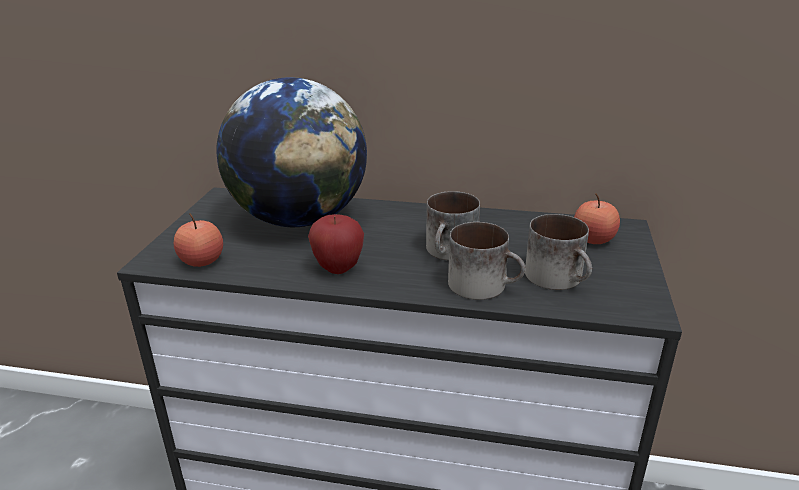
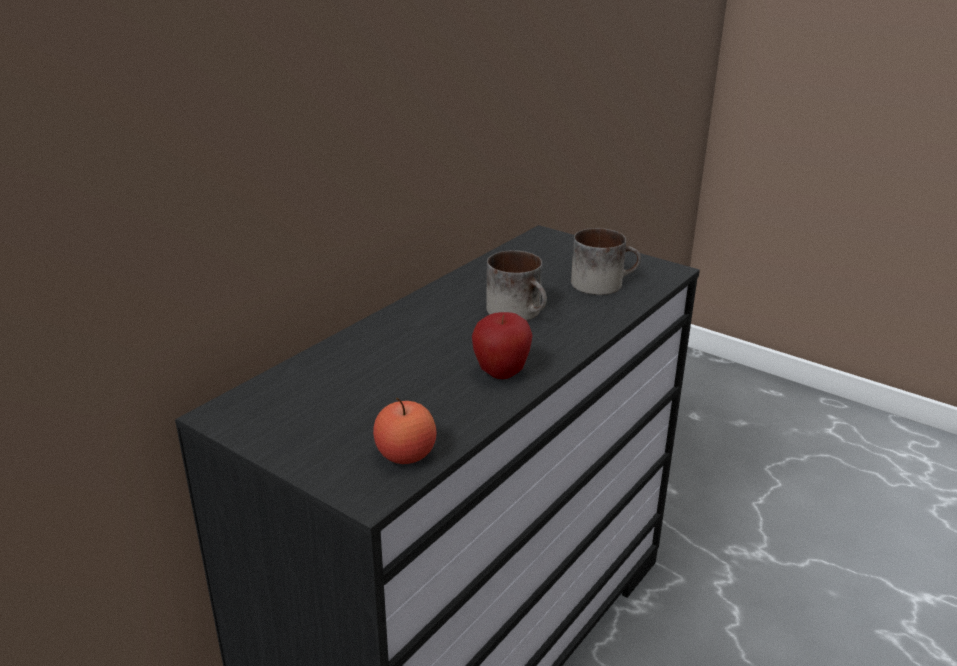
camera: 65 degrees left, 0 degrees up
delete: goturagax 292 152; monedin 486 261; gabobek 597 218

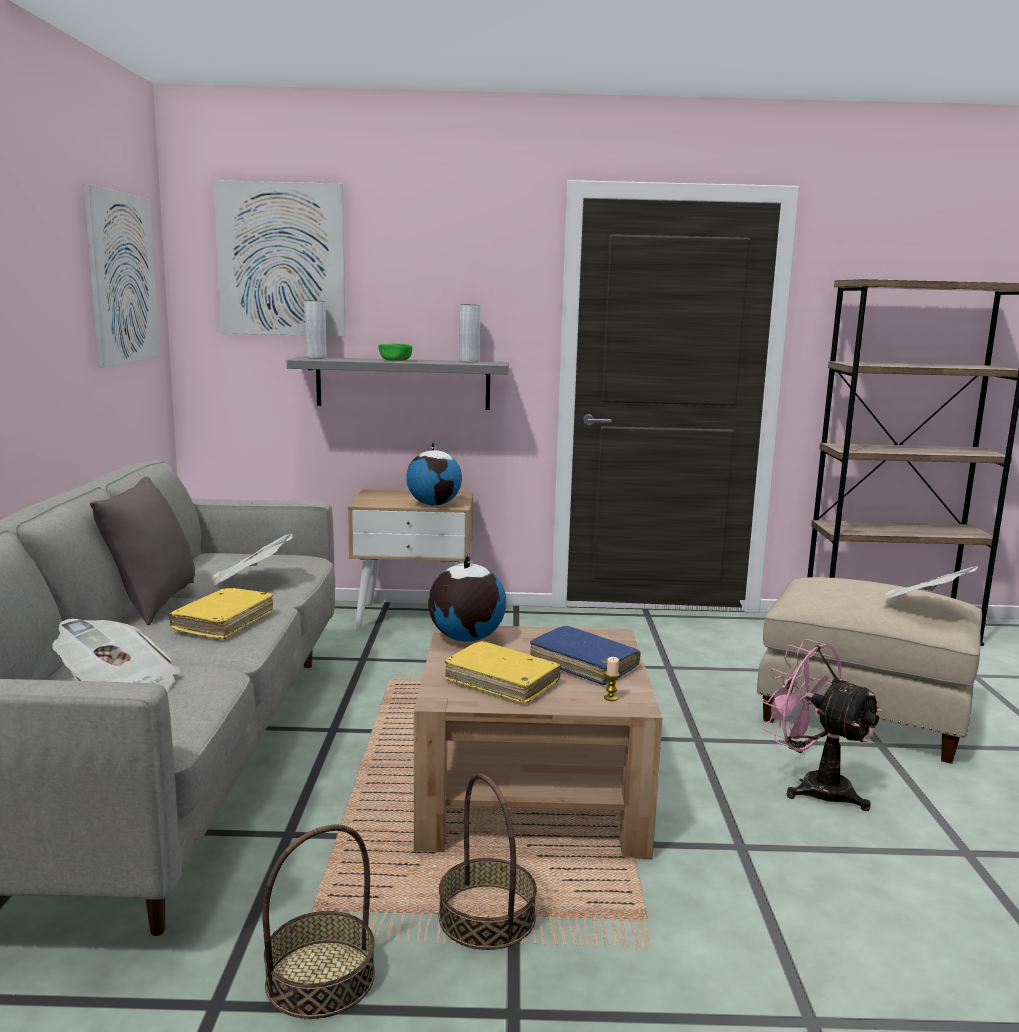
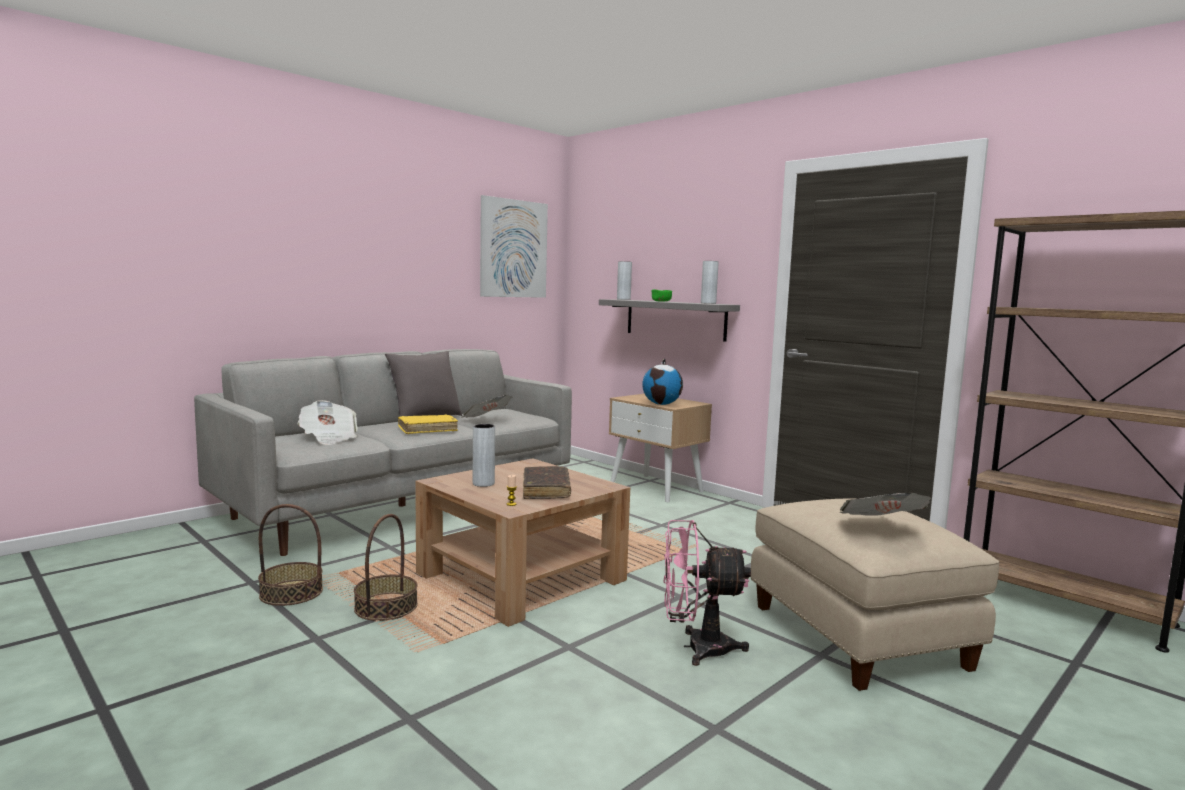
camera: 45 degrees right, 5 degrees down
delete: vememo 279 258; goturagax 467 598
replace: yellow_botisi 502 672 to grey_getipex 484 455
recolor: blue_botisi 585 655 to brown_botisi 547 482
rotate: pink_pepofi 822 725 = 707 593 90 degrees counterclockwise

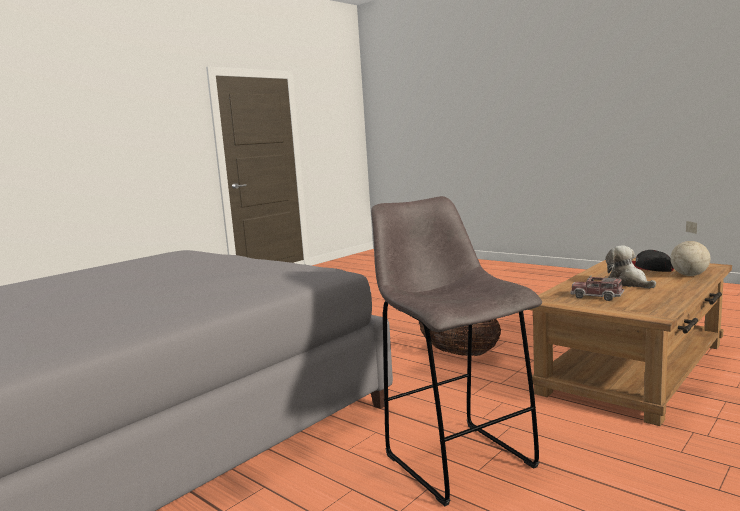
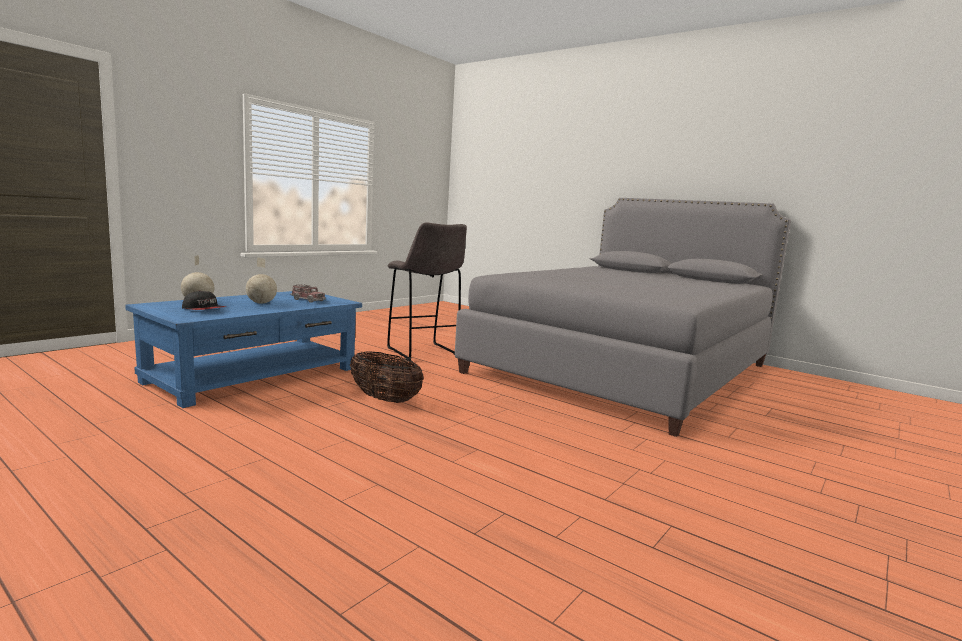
camera: 175 degrees right, 0 degrees up
replace: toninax 630 266 to goturagax 261 280
recolor: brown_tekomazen 630 341 to blue_tekomazen 243 349

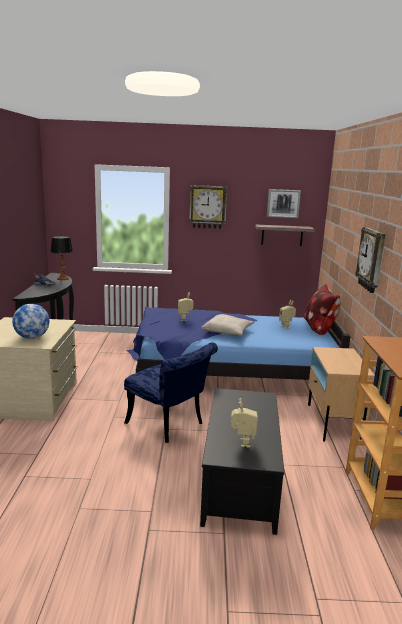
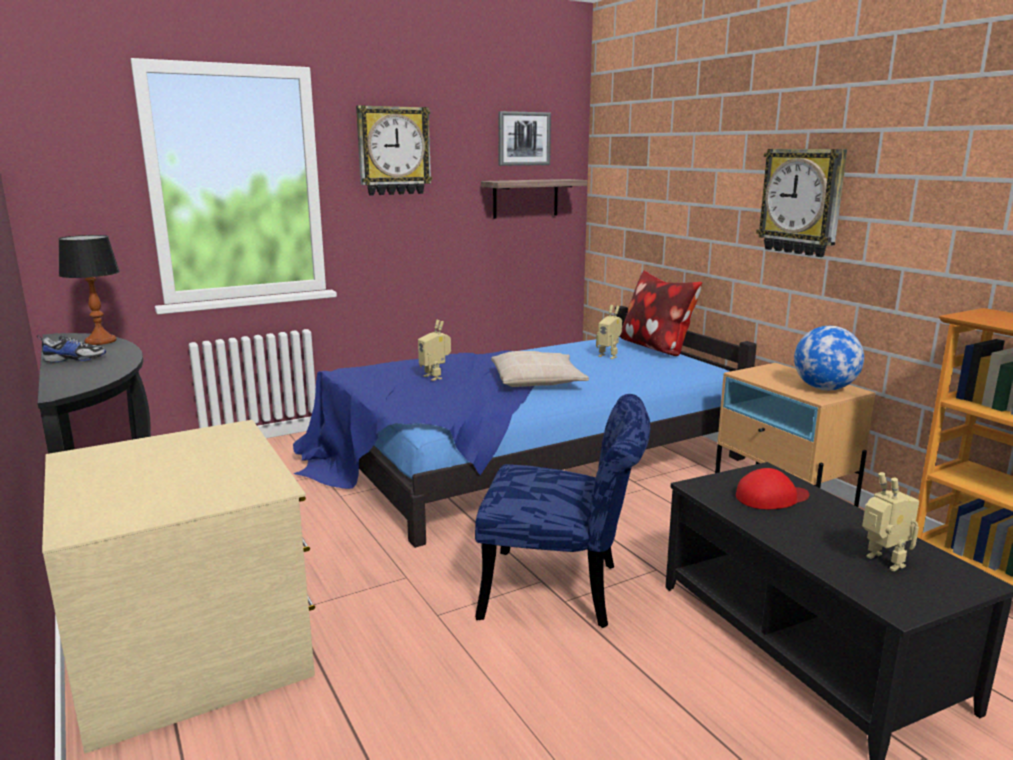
camera: 30 degrees left, 0 degrees up
insert: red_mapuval 772 488
move: goturagax 30 321 to 829 358

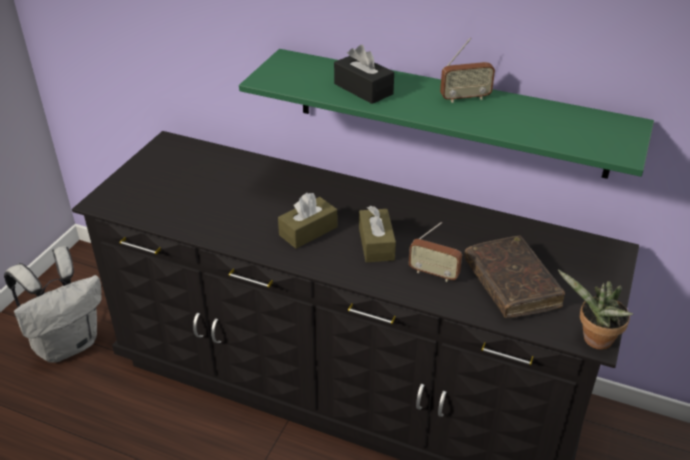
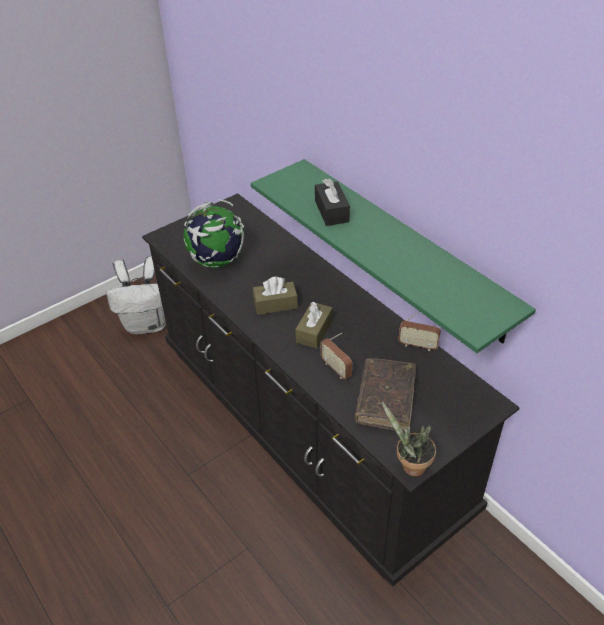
camera: 30 degrees right, 5 degrees up
insert: goturagax 214 233
move: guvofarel 467 70 to 420 331

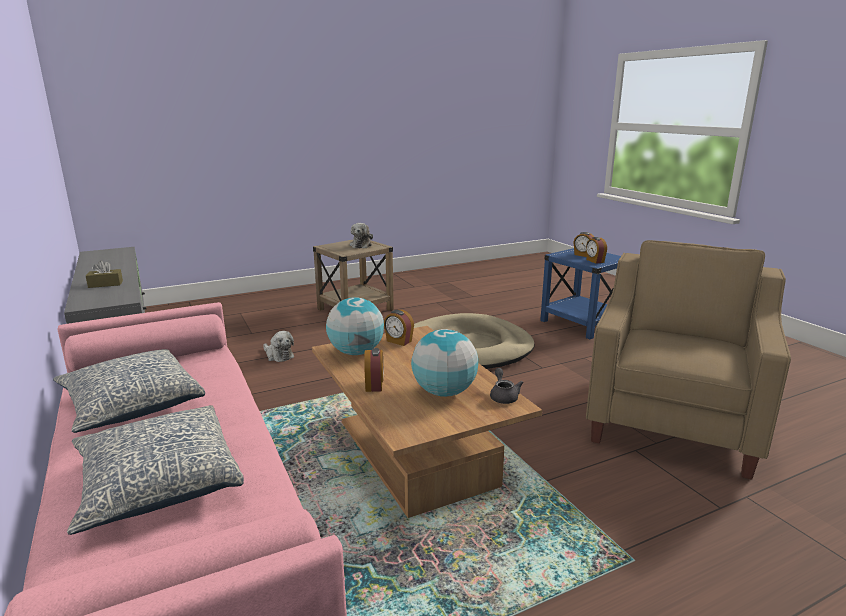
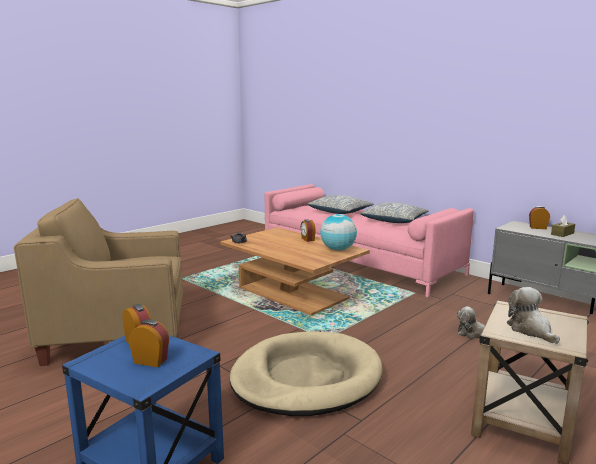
camera: 160 degrees right, 5 degrees down
delete: goturagax 444 363
move: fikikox 399 328 to 539 217
rotate: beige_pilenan 688 360 = 98 282 75 degrees clockwise

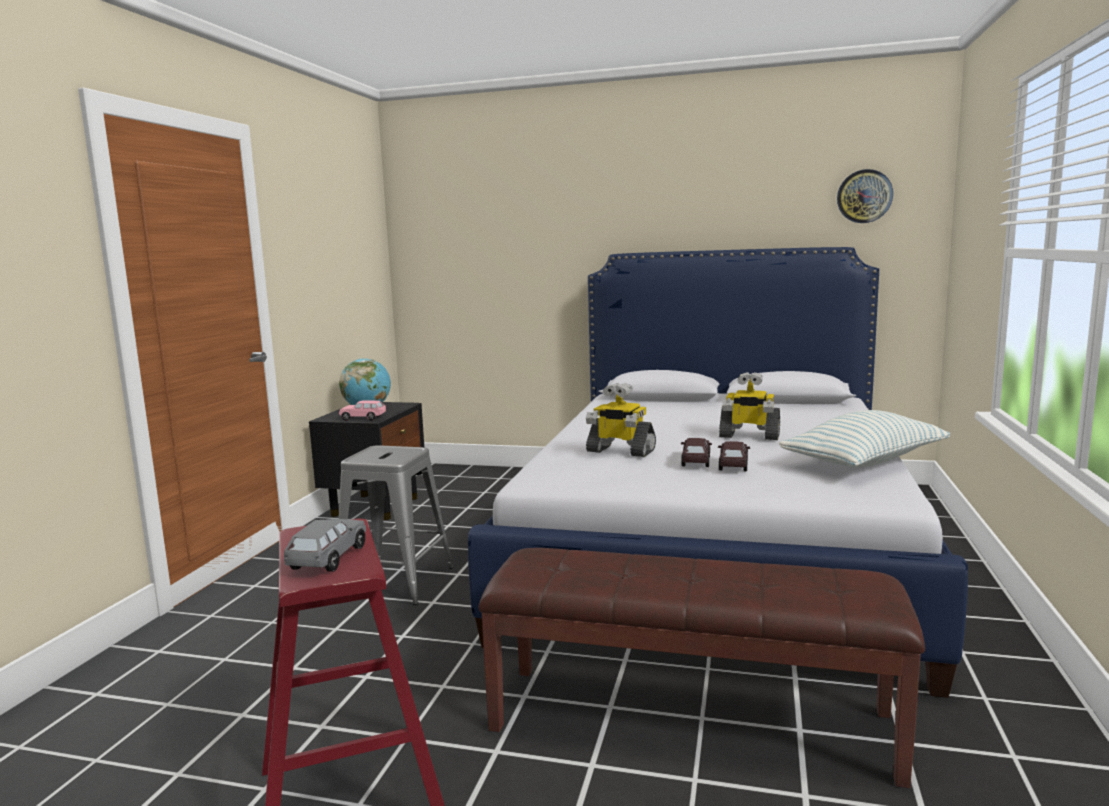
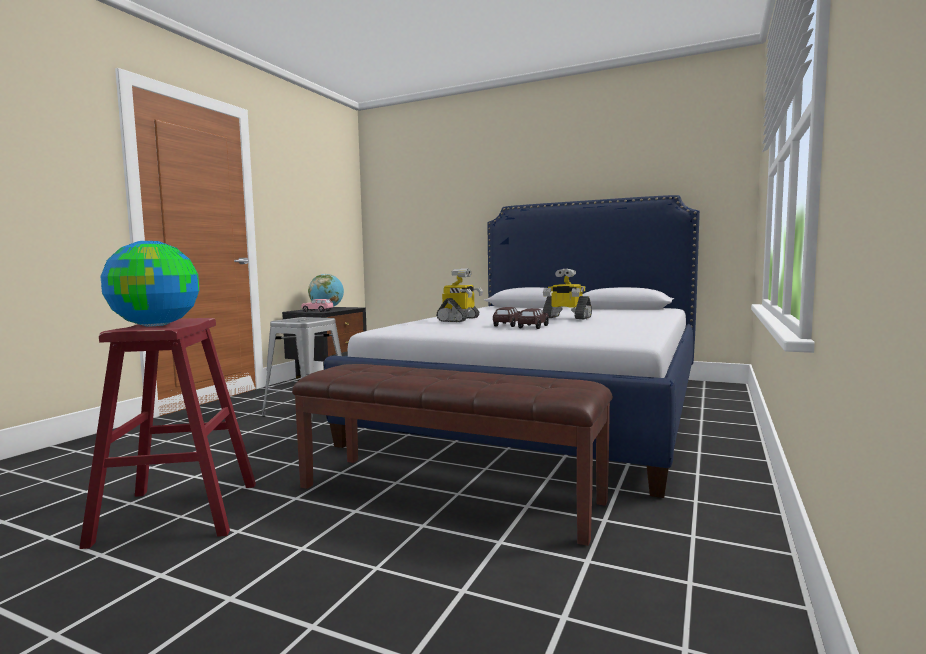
camera: 10 degrees right, 5 degrees down
delete: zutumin 864 438; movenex 865 196
replace: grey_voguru 325 545 to goturagax 149 283
rotate: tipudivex 621 420 = 459 295 105 degrees counterclockwise

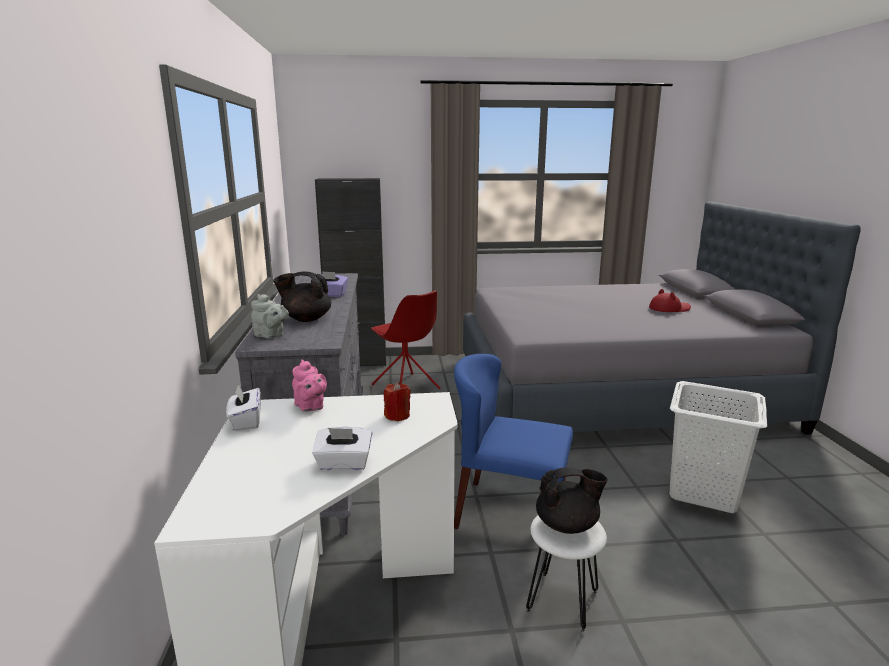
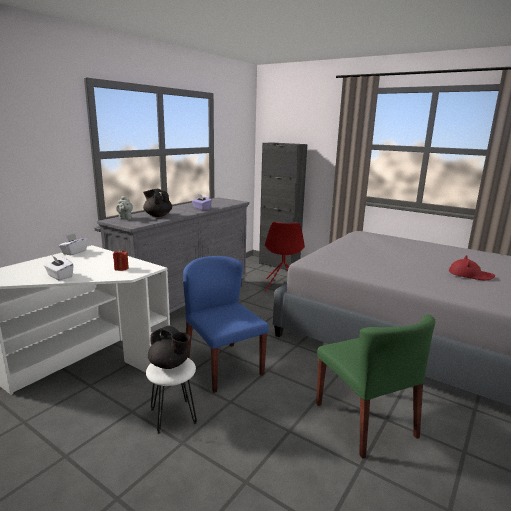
camera: 40 degrees right, 0 degrees up
delete: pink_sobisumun 309 385
replace: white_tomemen 718 447 to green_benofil 375 387

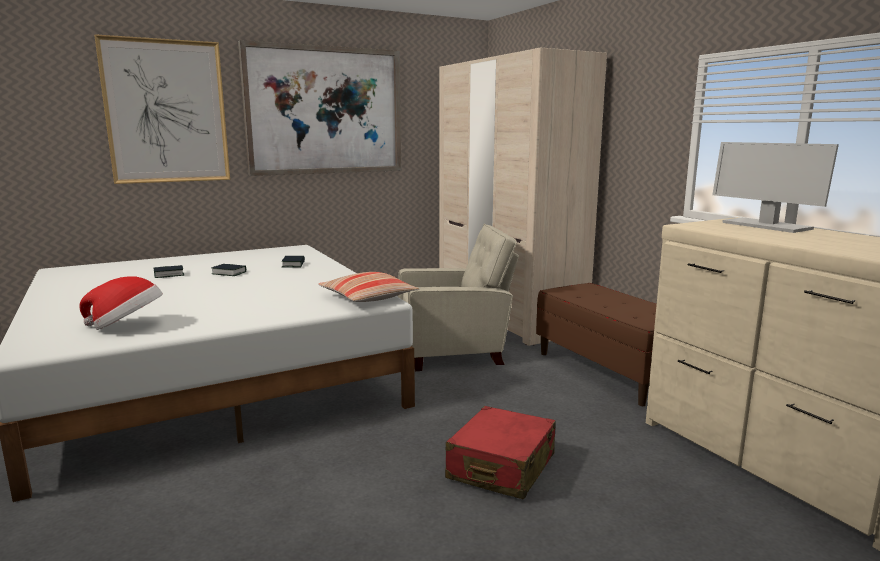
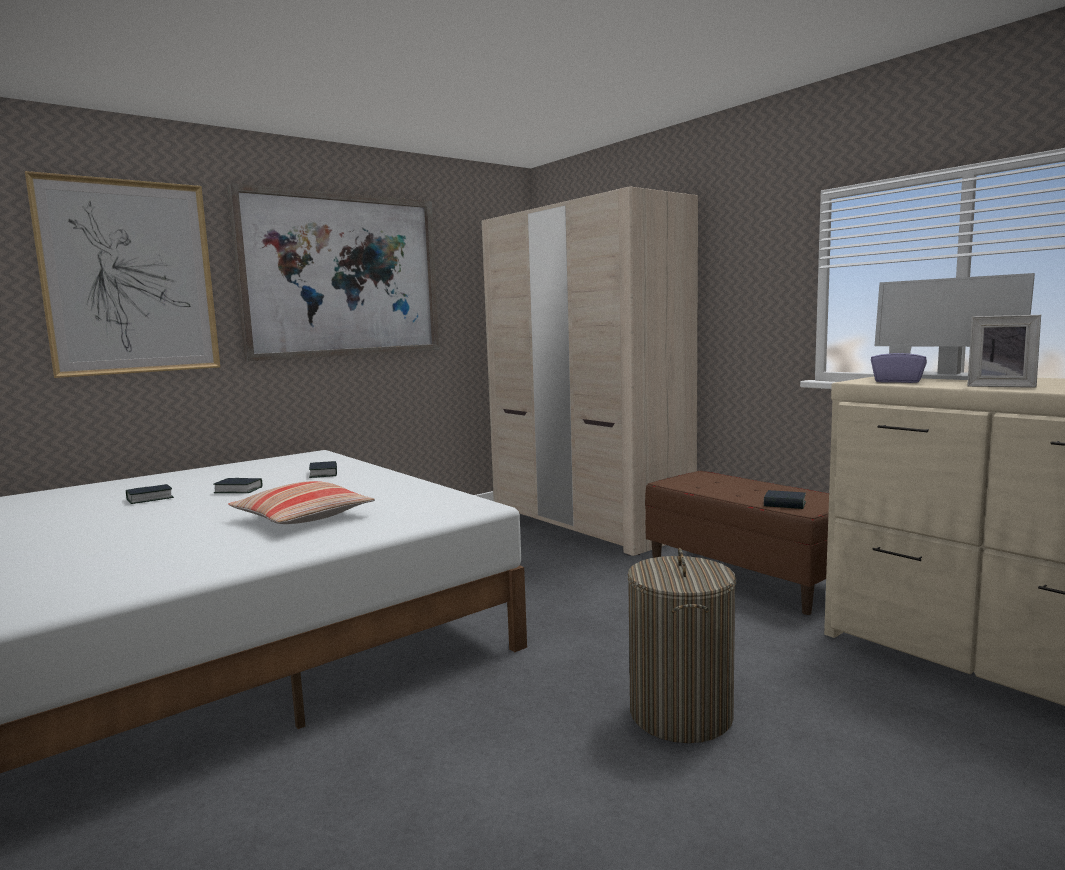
camera: 10 degrees left, 5 degrees down
delete: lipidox 121 303; beige_pilenan 458 297
insert: botisi 785 499; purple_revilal 899 363; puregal 1004 351
move: zutumin 369 287 to 301 502
replace: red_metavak 500 452 to tomemen 682 645

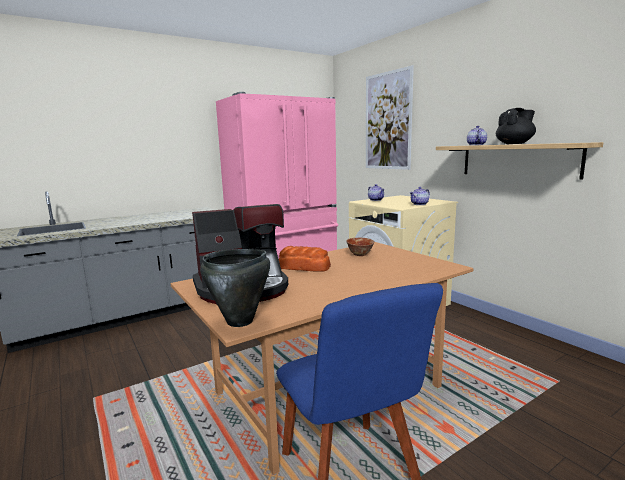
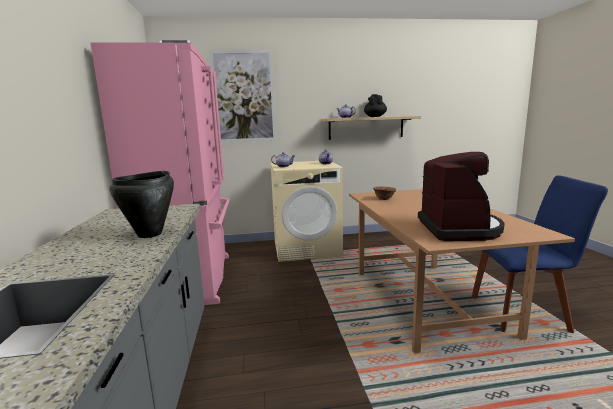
camera: 65 degrees left, 0 degrees up
delete: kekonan 305 259
move: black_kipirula 235 288 to 142 204

